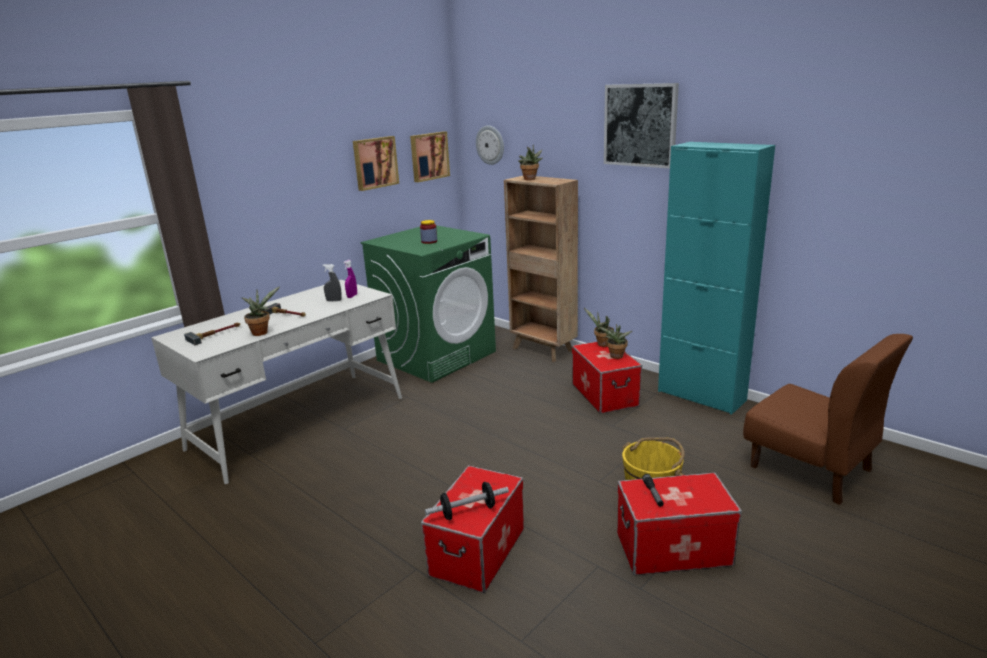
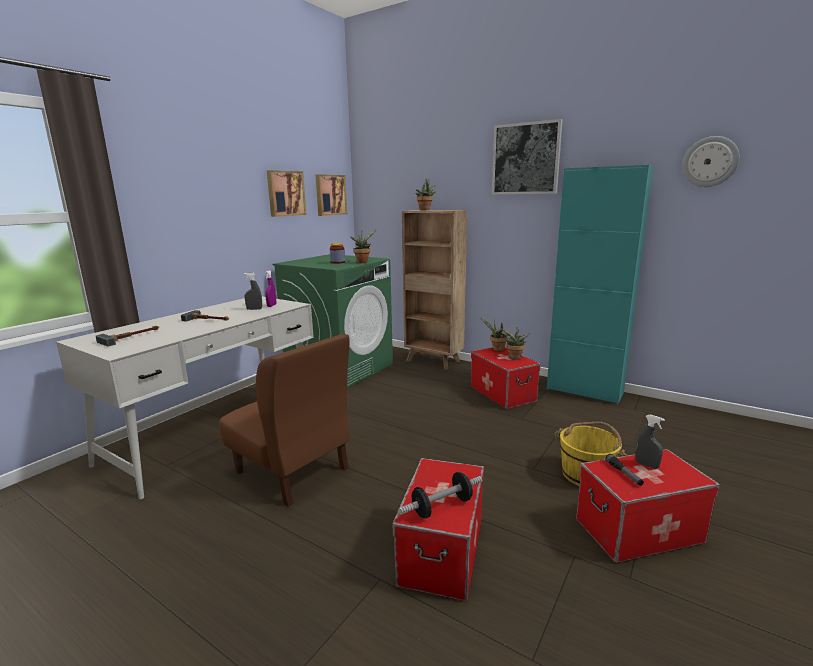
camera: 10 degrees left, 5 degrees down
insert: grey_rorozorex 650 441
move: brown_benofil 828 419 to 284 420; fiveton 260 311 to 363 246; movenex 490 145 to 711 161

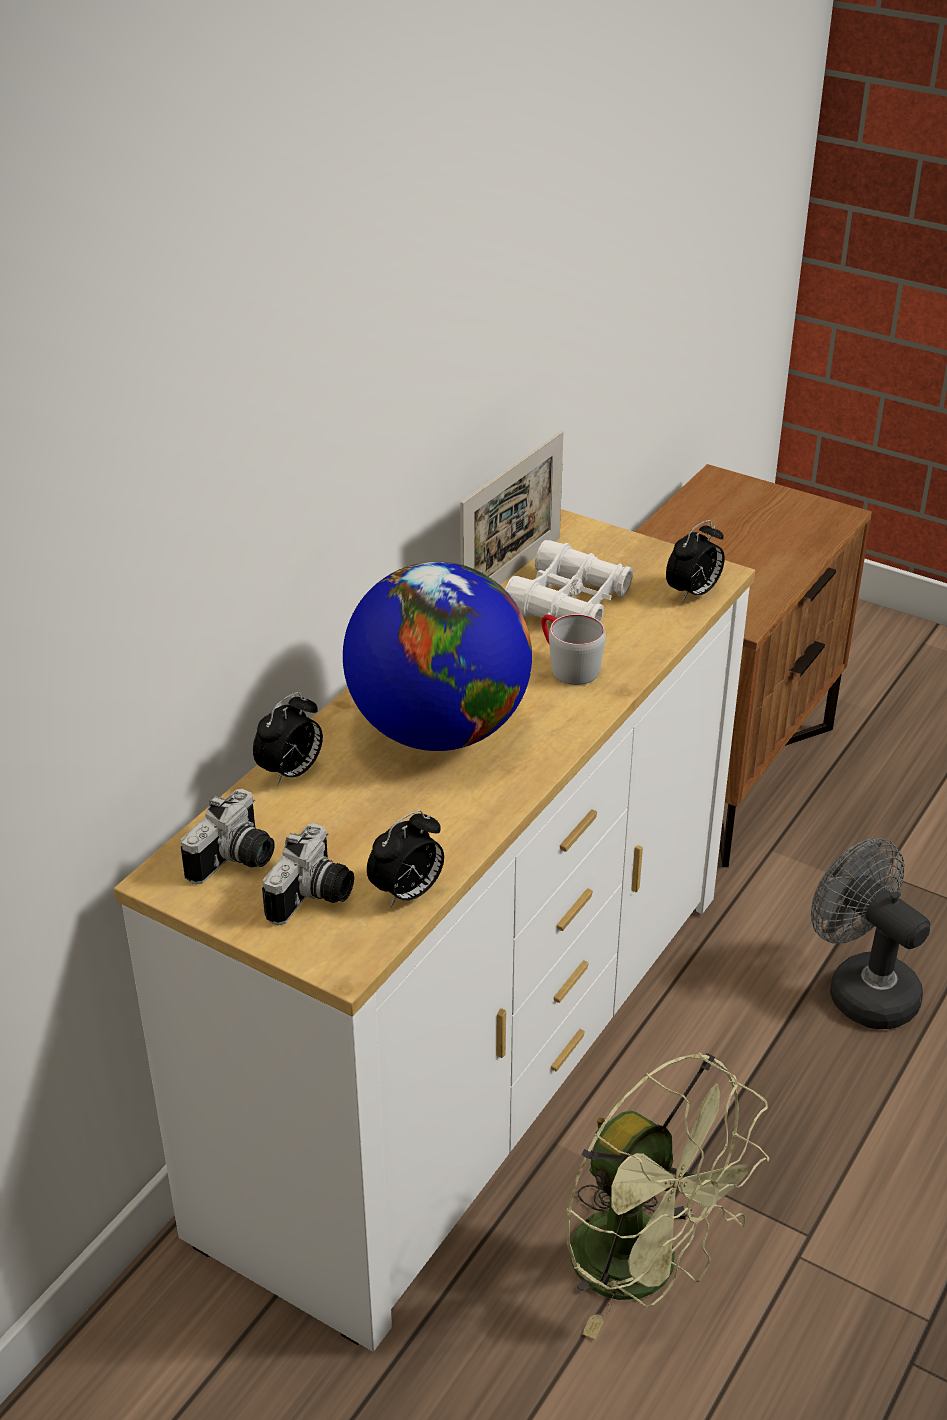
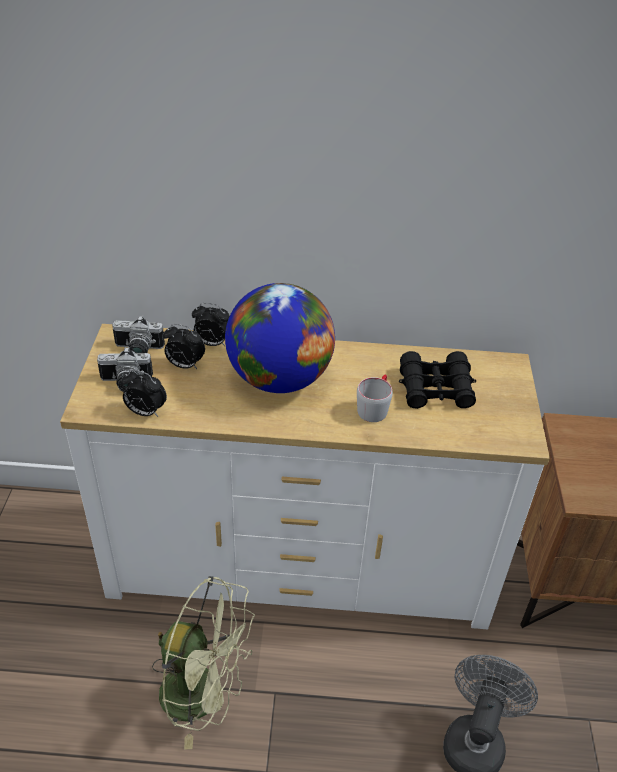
camera: 60 degrees right, 5 degrees up
delete: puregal 511 508
move: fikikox 695 561 to 184 346
recolor: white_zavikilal 569 581 to black_zavikilal 437 380
rotate: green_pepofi 667 1196 = 203 663 90 degrees counterclockwise

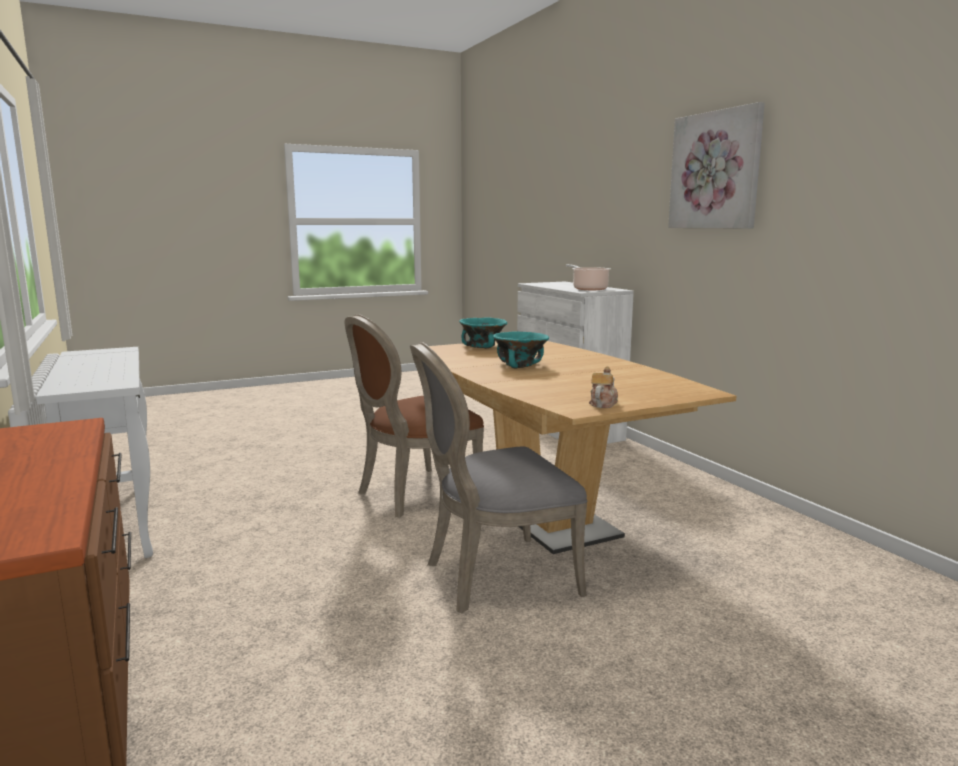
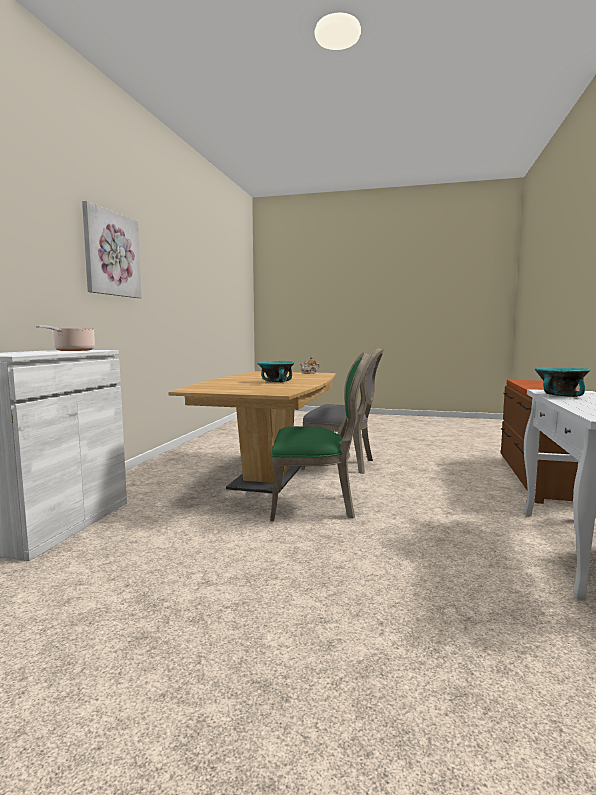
camera: 140 degrees left, 5 degrees down
move: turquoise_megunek 483 333 to 563 382
recolor: brown_benofil 414 416 to green_benofil 320 436

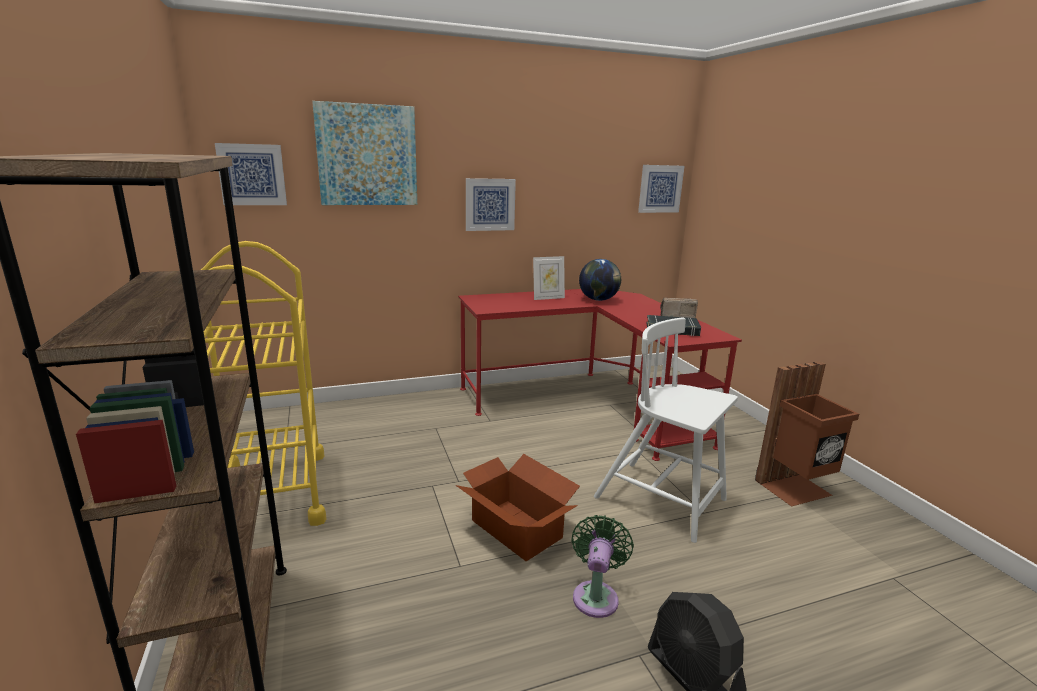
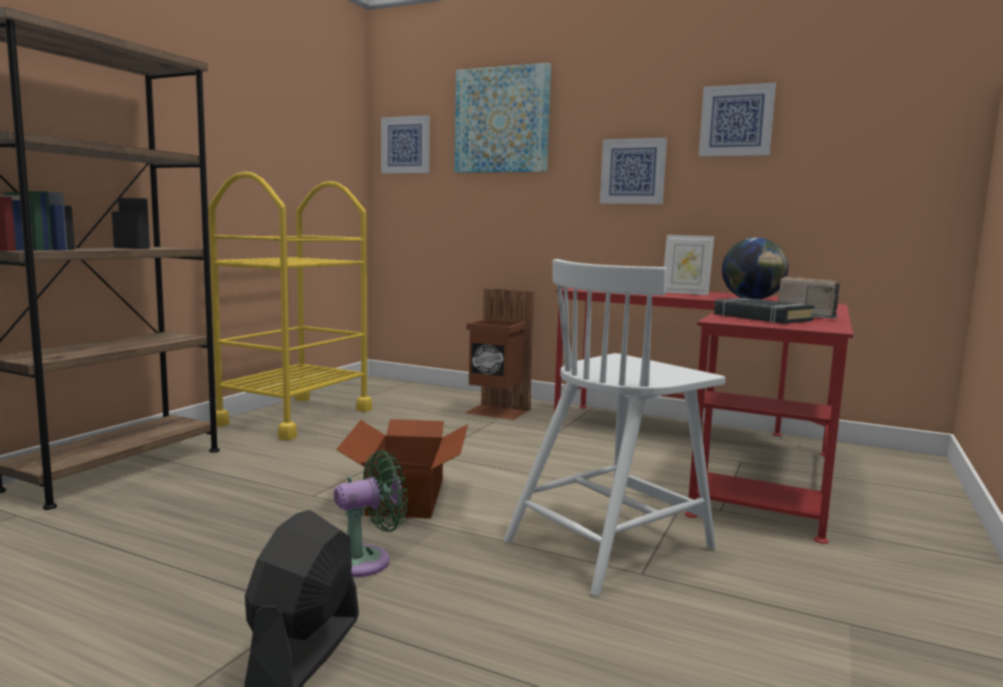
camera: 45 degrees right, 10 degrees down
move: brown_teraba 807 434 to 499 354; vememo 661 189 to 737 120
rotate: white_benofil 666 430 = 614 428 120 degrees counterclockwise

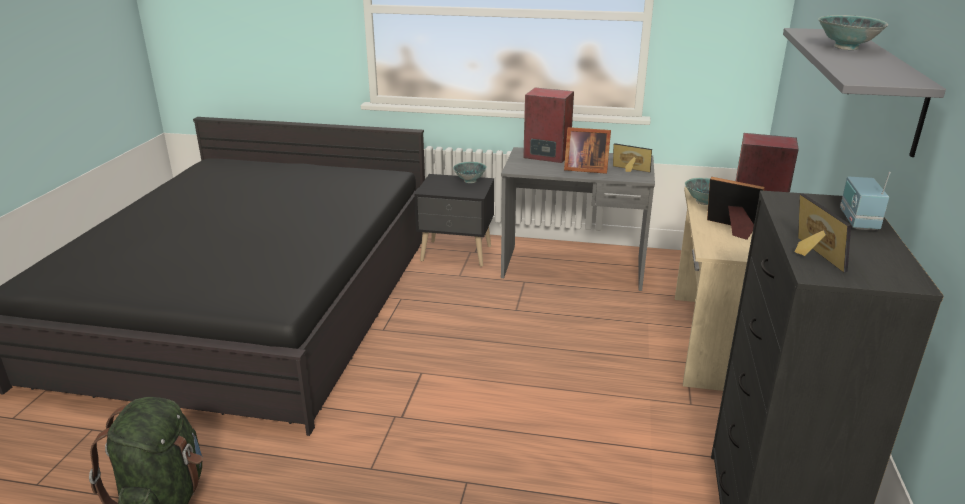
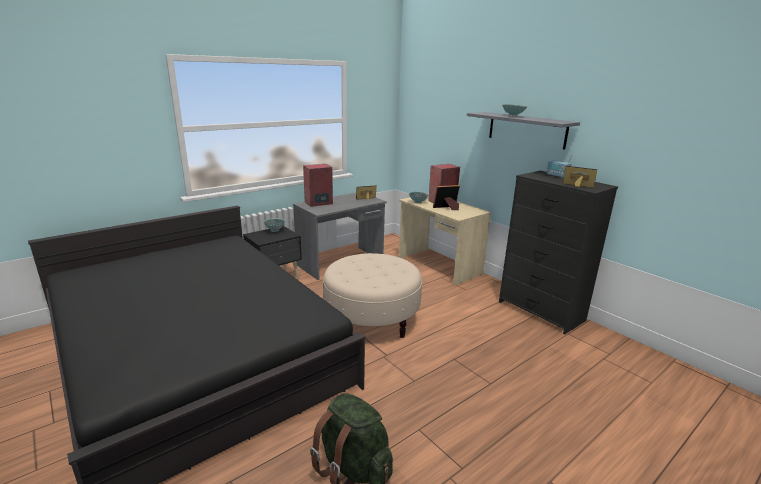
camera: 50 degrees left, 5 degrees down
delete: puregal 587 150
insert: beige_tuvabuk 372 295

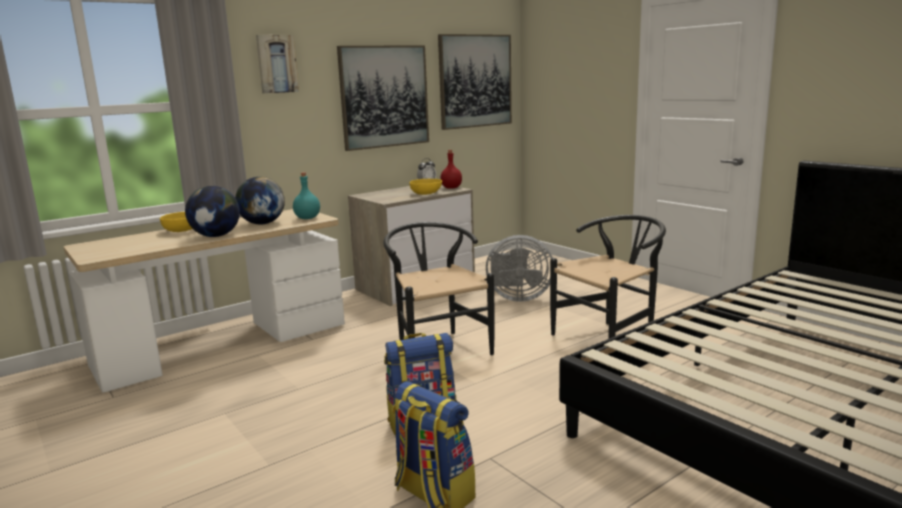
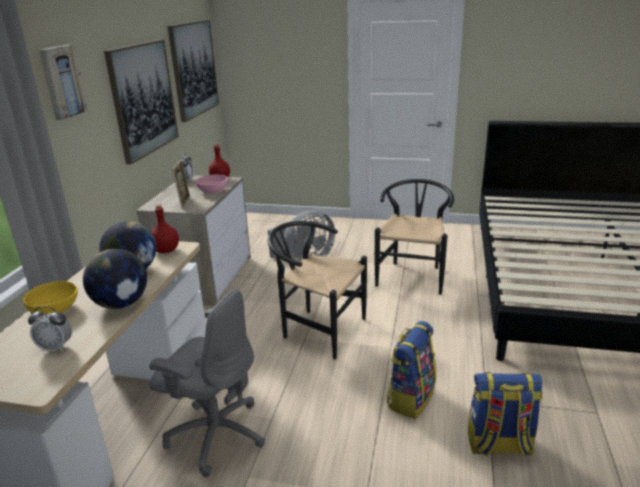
camera: 40 degrees left, 10 degrees up
insert: fikikox 50 329; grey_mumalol 207 383; puregal 181 184
recolor: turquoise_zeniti 306 195 to red_zeniti 165 228; yellow_megunek 425 187 to pink_megunek 212 184

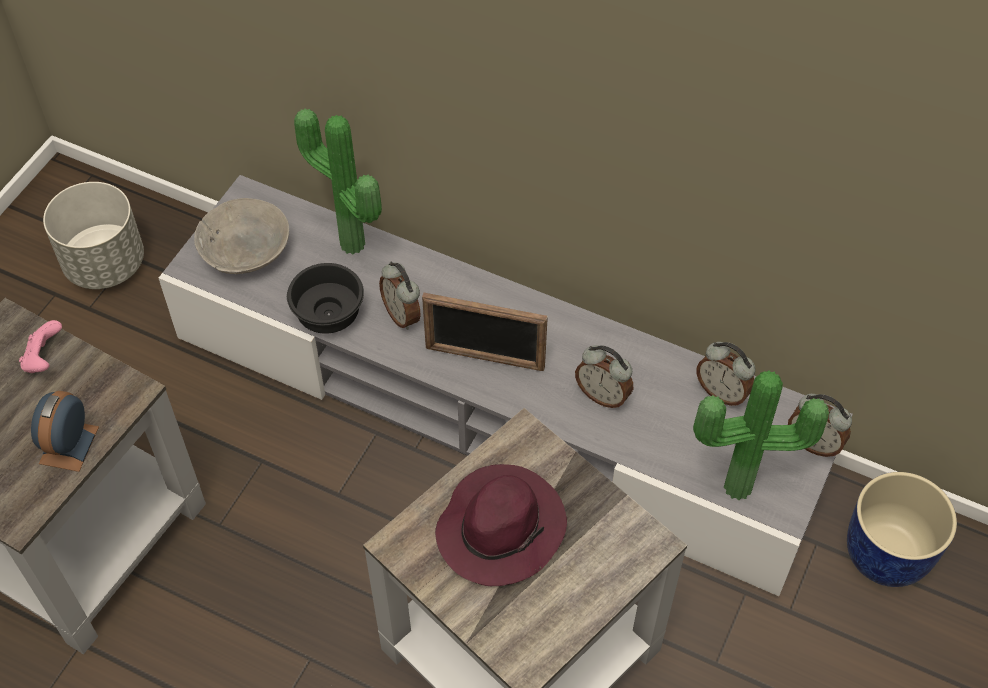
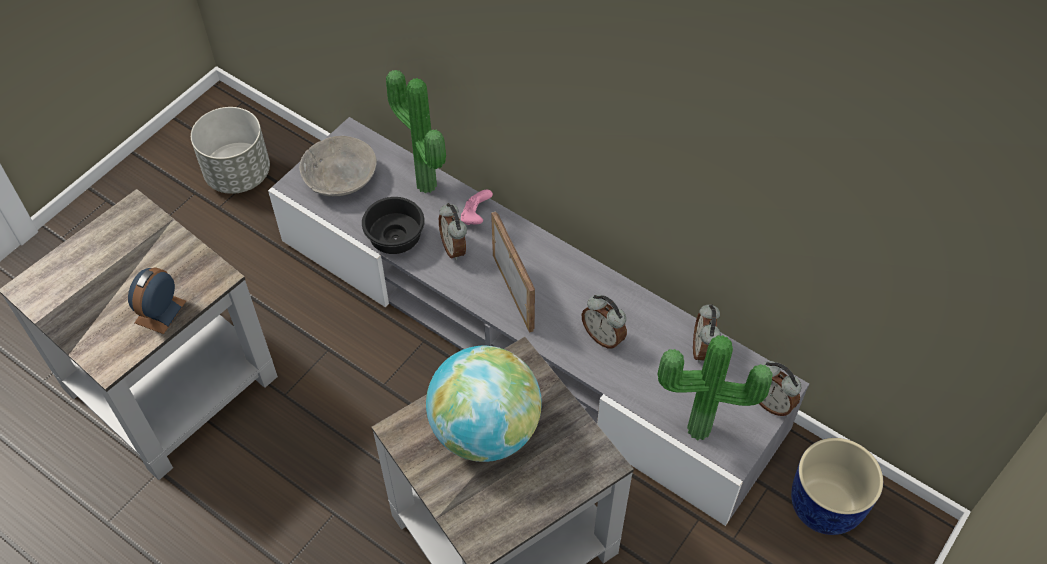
camera: 10 degrees right, 0 degrees up
move: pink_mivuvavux 40 346 to 477 207
replace: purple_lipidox 501 525 to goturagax 484 404
rotate: puregal 485 332 = 513 272 135 degrees counterclockwise; fikikox 726 374 = 707 333 45 degrees clockwise

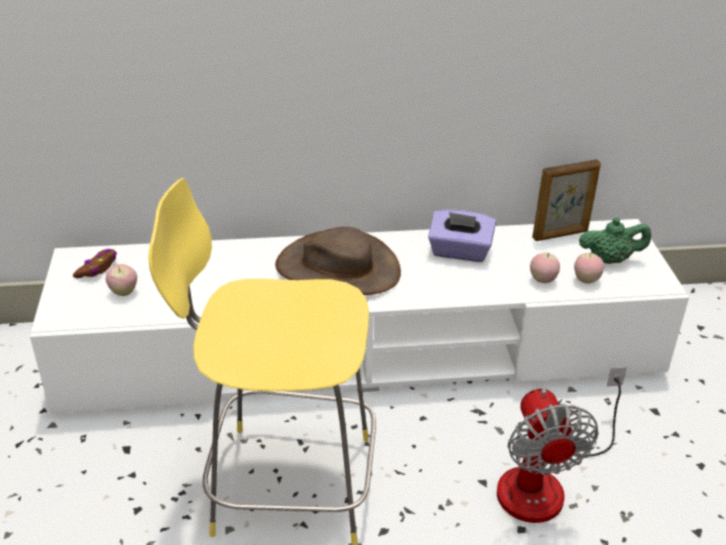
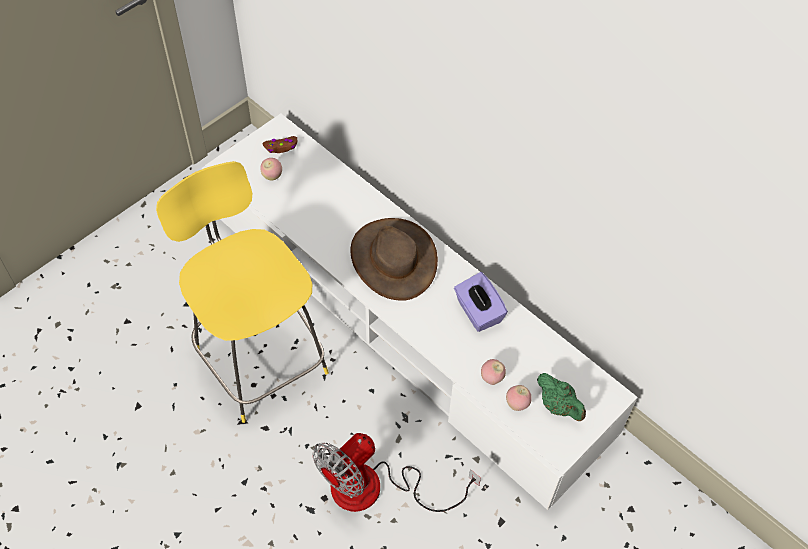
camera: 50 degrees right, 20 degrees up
delete: puregal 566 200

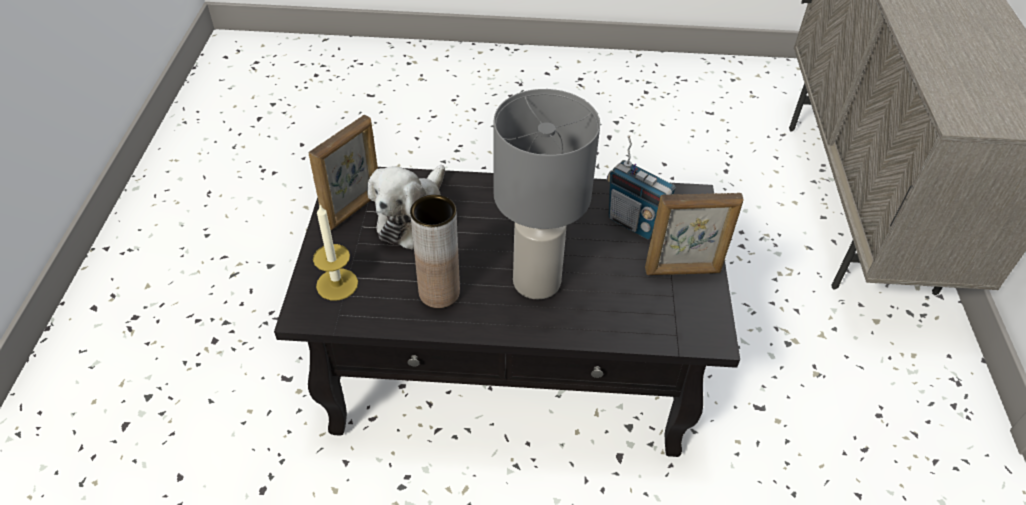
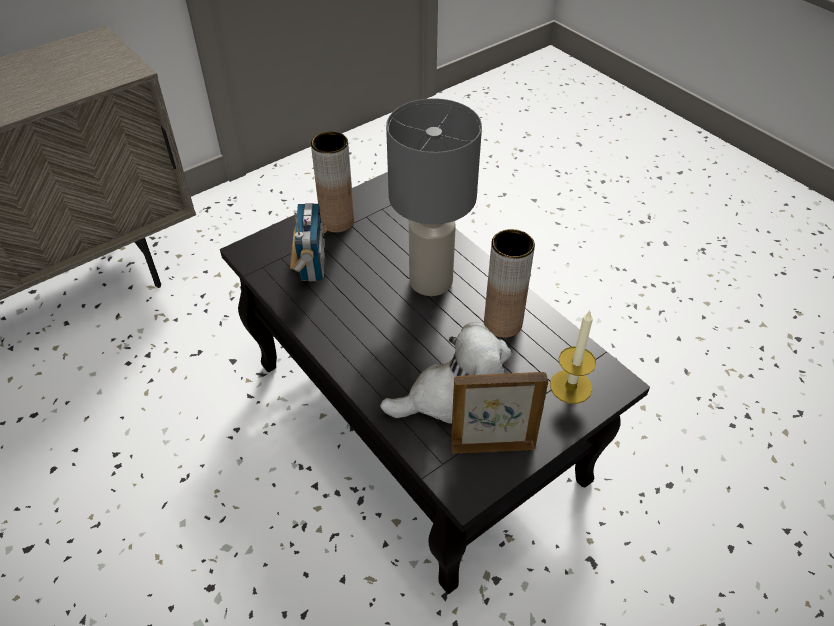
camera: 130 degrees left, 0 degrees up
replace: puregal 694 234 to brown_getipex 332 182

